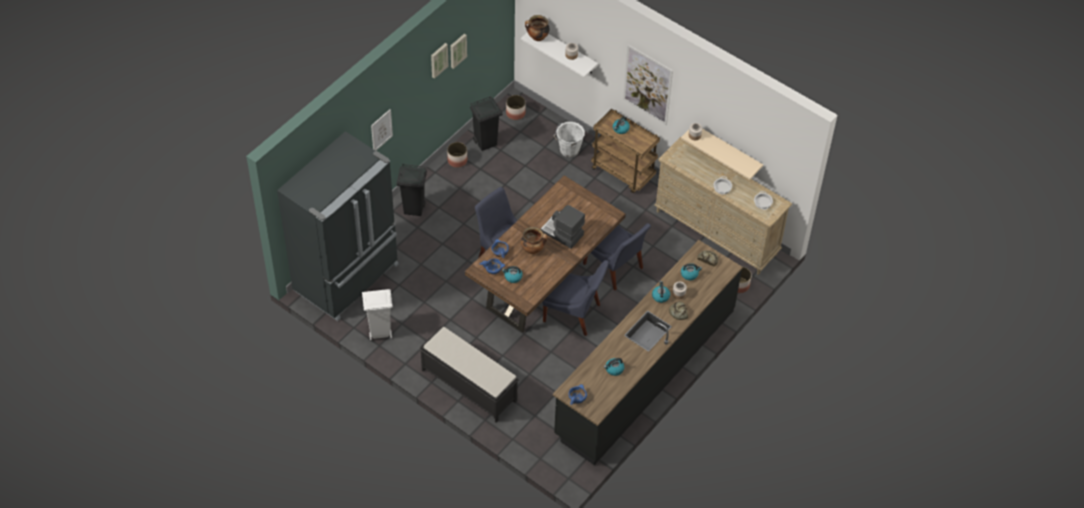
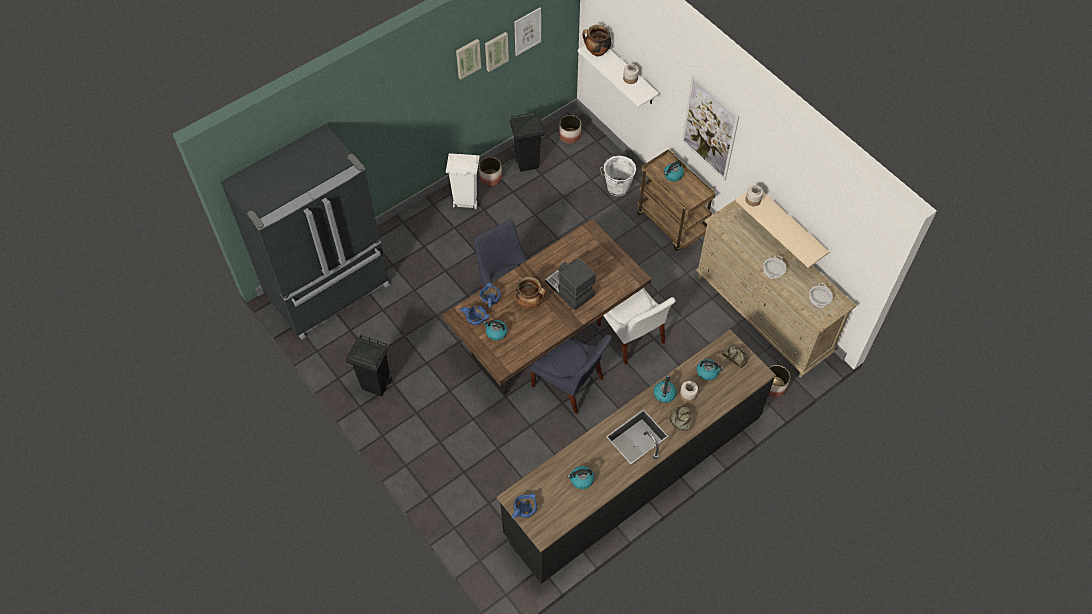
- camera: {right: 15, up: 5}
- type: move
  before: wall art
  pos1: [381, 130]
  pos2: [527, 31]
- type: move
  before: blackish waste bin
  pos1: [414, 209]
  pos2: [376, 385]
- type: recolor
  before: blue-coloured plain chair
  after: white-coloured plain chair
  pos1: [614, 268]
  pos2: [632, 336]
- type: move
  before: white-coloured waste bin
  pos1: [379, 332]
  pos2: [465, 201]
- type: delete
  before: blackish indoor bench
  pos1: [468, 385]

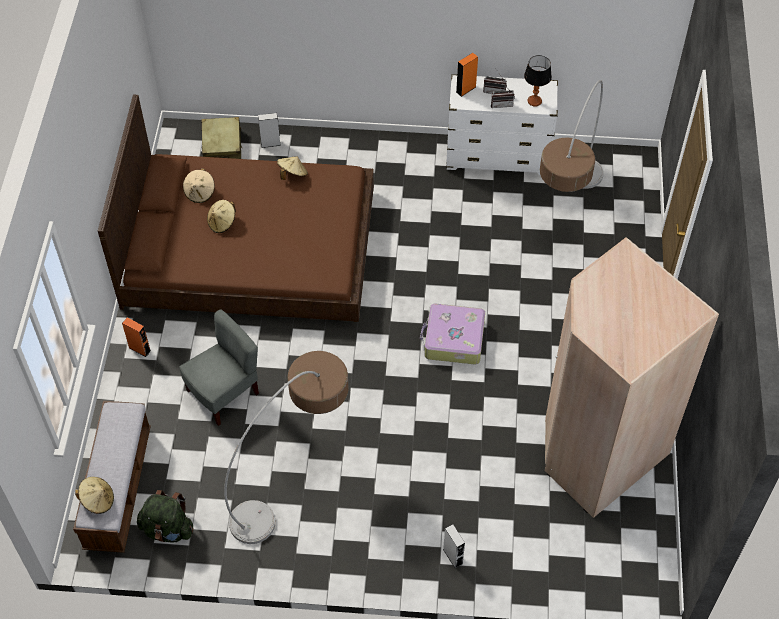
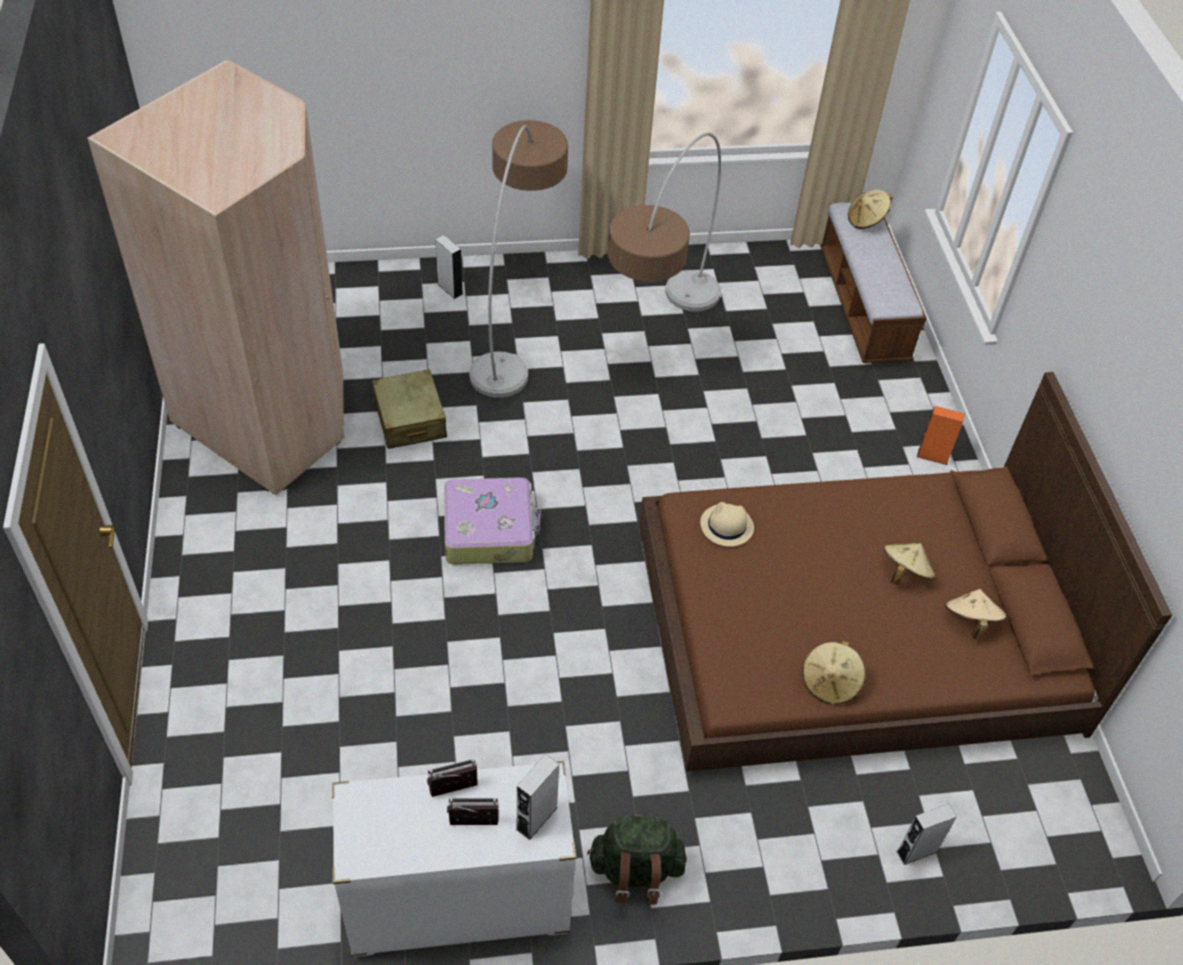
- camera: {right: 165, up: -5}
- type: recolor
  before: orange-coloured speaker
  after: greyish speaker
  pos1: [466, 89]
  pos2: [536, 818]
- type: delete
  before: lamp for a table
  pos1: [534, 101]
- type: move
  before: standing lamp
  pos1: [567, 212]
  pos2: [516, 322]
- type: move
  before: beige-coloured travel case
  pos1: [222, 147]
  pos2: [410, 419]
- type: delete
  before: greyish plain chair
  pos1: [224, 393]
- type: move
  before: greenish backpack
  pos1: [168, 529]
  pos2: [635, 871]
- type: insert
  after: beige-coloured wearable hat
  pos2: [726, 526]

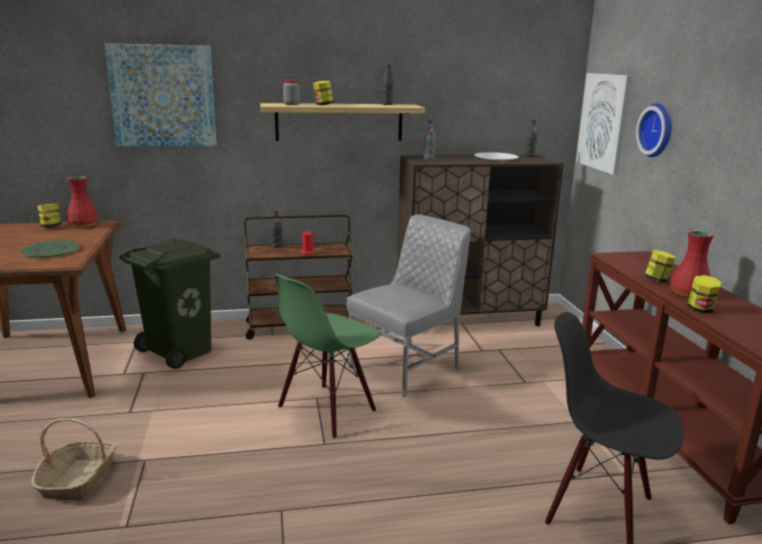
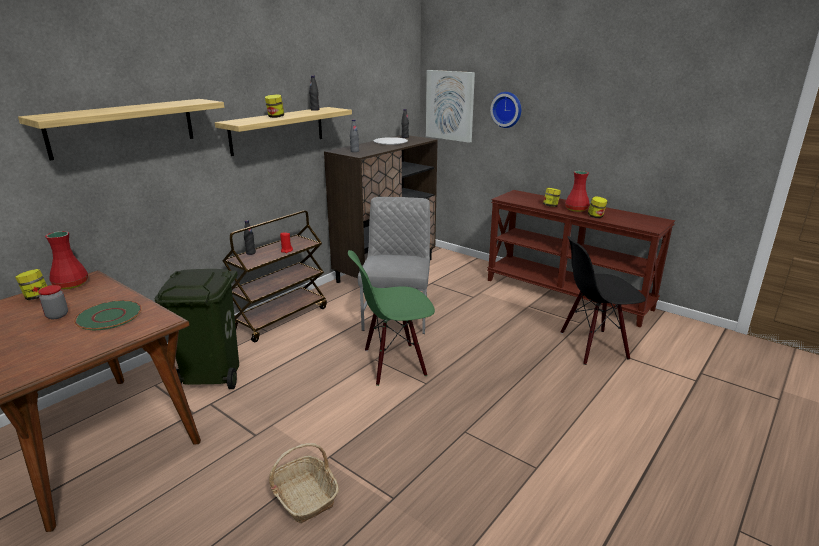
- camera: {right: -40, up: 5}
- type: replace
  before: wall art
  after: shelf
  pos1: [163, 96]
  pos2: [123, 127]
- type: move
  before: storage jar
  pos1: [291, 104]
  pos2: [57, 315]
- type: rotate
  before: greenish plain chair
  pos1: [327, 410]
  pos2: [394, 363]
  turn: 75

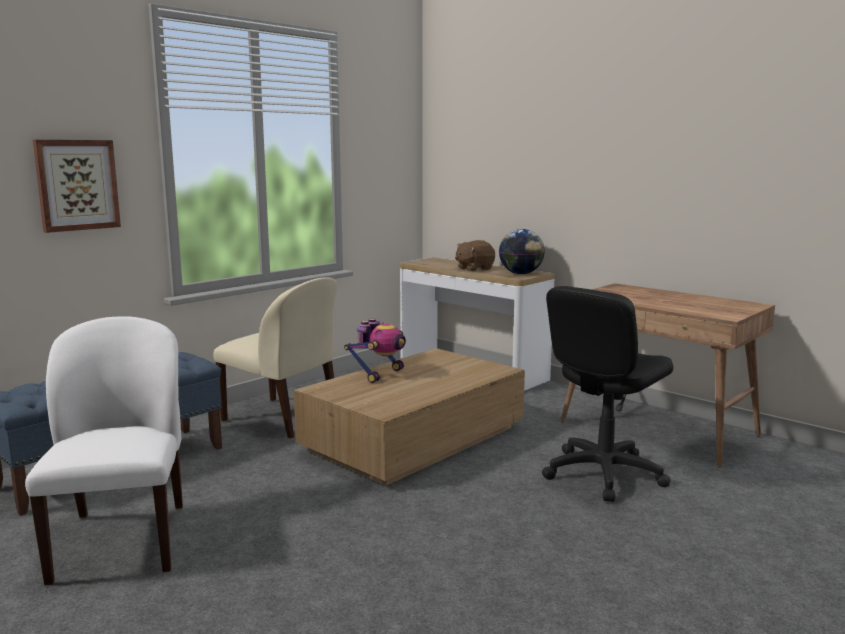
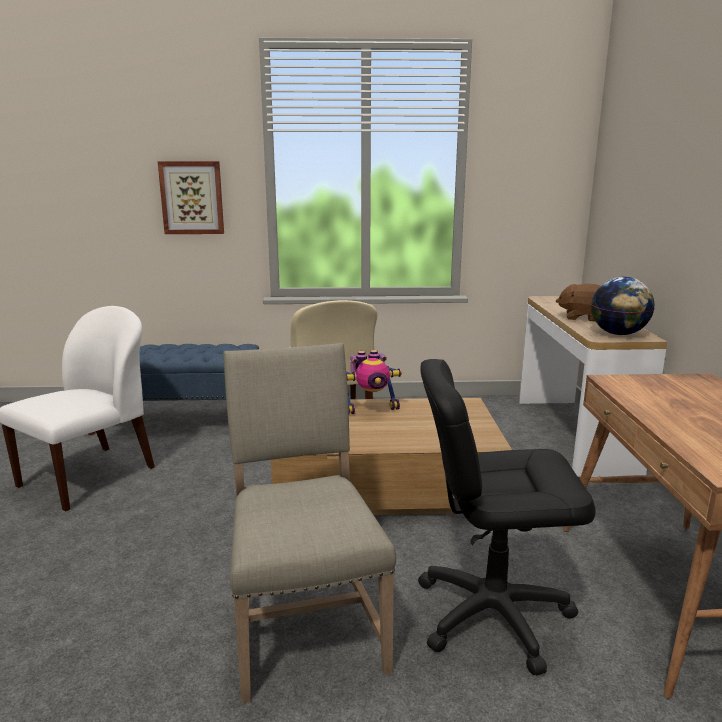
- camera: {right: 45, up: 5}
- type: insert
  after: beige-coloured plain chair
  pos2: [304, 624]

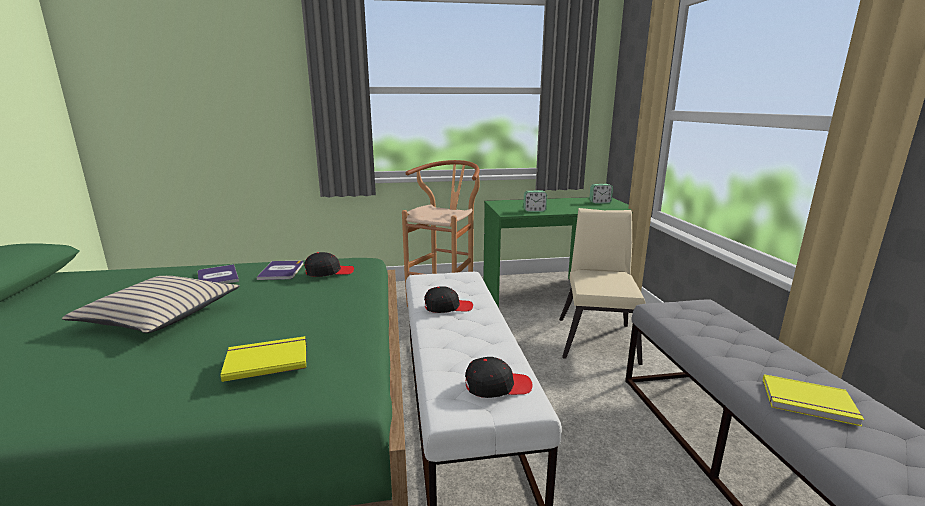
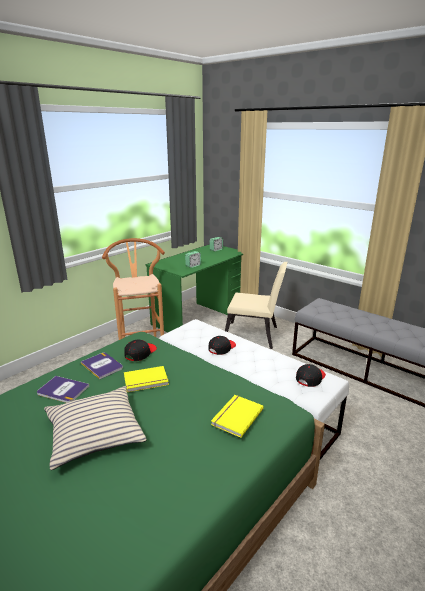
- camera: {right: -40, up: 5}
- type: rotate
  before: beige-coloured plain chair
  pos1: [598, 337]
  pos2: [254, 336]
  turn: 135
- type: move
  before: yellowish book
  pos1: [809, 403]
  pos2: [146, 381]

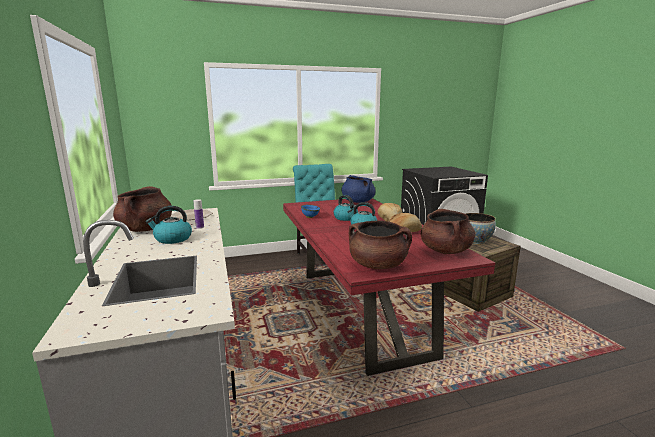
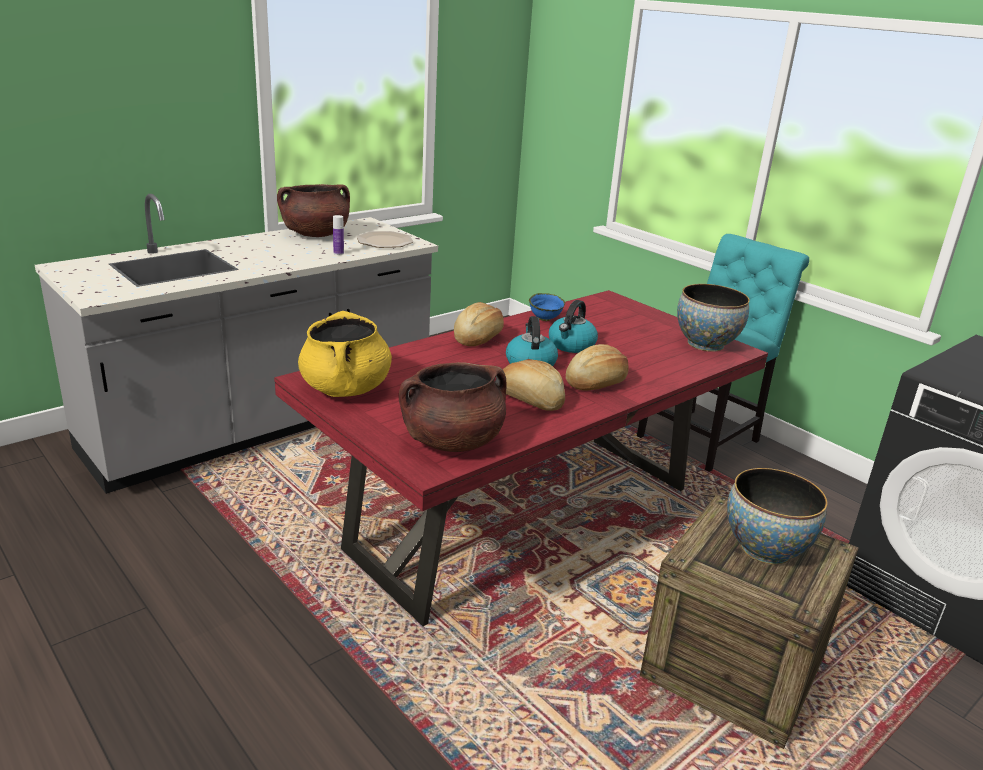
- camera: {right: 65, up: 10}
- type: replace
  before: blue-coloured stockpot
  after: serving bowl
  pos1: [357, 201]
  pos2: [705, 344]
- type: delete
  before: tea kettle
  pos1: [172, 239]
- type: recolor
  before: brownish stockpot
  after: yellowish stockpot
  pos1: [378, 265]
  pos2: [345, 389]
- type: insert
  after: bread
  pos2: [478, 338]

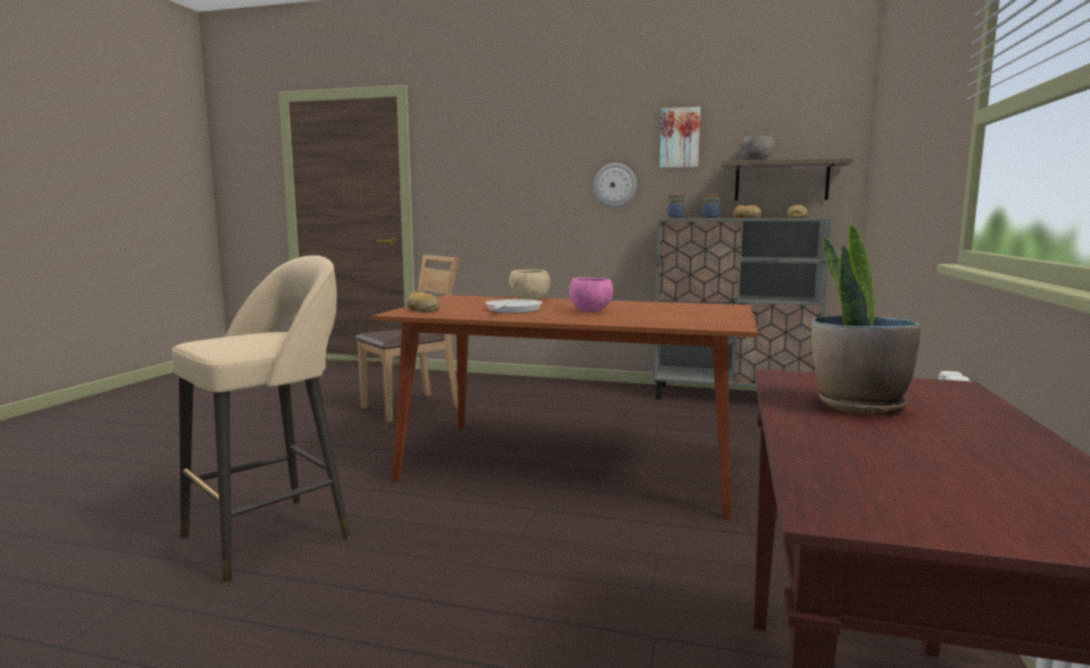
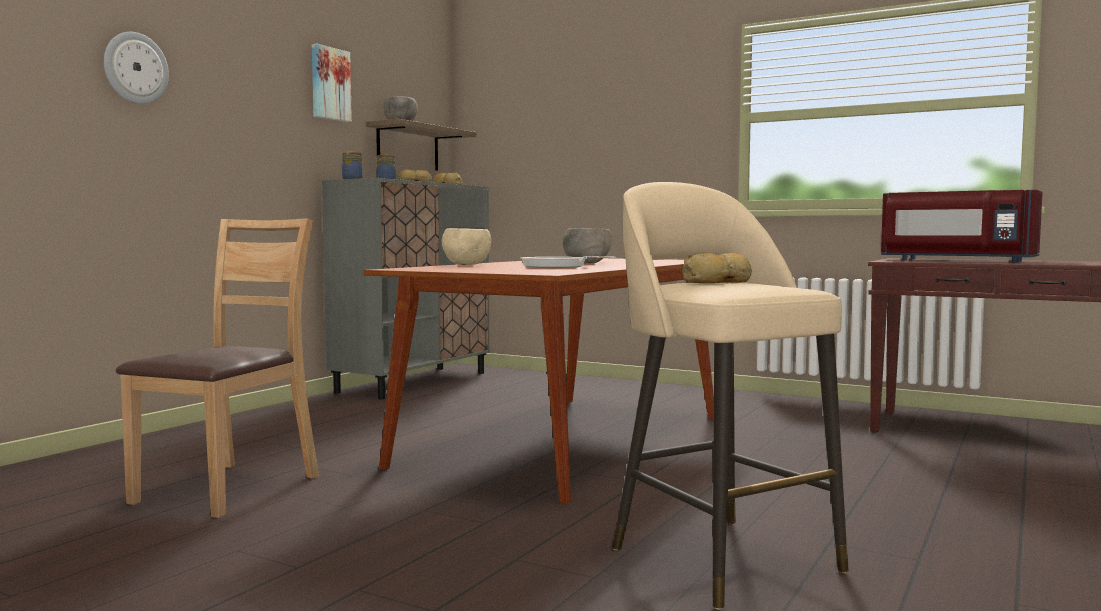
- camera: {right: -75, up: -5}
- type: move
  before: clock on the wall
  pos1: [615, 185]
  pos2: [135, 68]
- type: replace
  before: potted plant
  after: red microwave oven
  pos1: [858, 406]
  pos2: [956, 261]
- type: rotate
  before: brownish plain chair
  pos1: [412, 407]
  pos2: [228, 488]
  turn: 45
- type: recolor
  before: pink-coloured serving bowl
  after: greyish serving bowl
  pos1: [590, 311]
  pos2: [586, 263]
- type: move
  before: bread
  pos1: [423, 310]
  pos2: [718, 282]

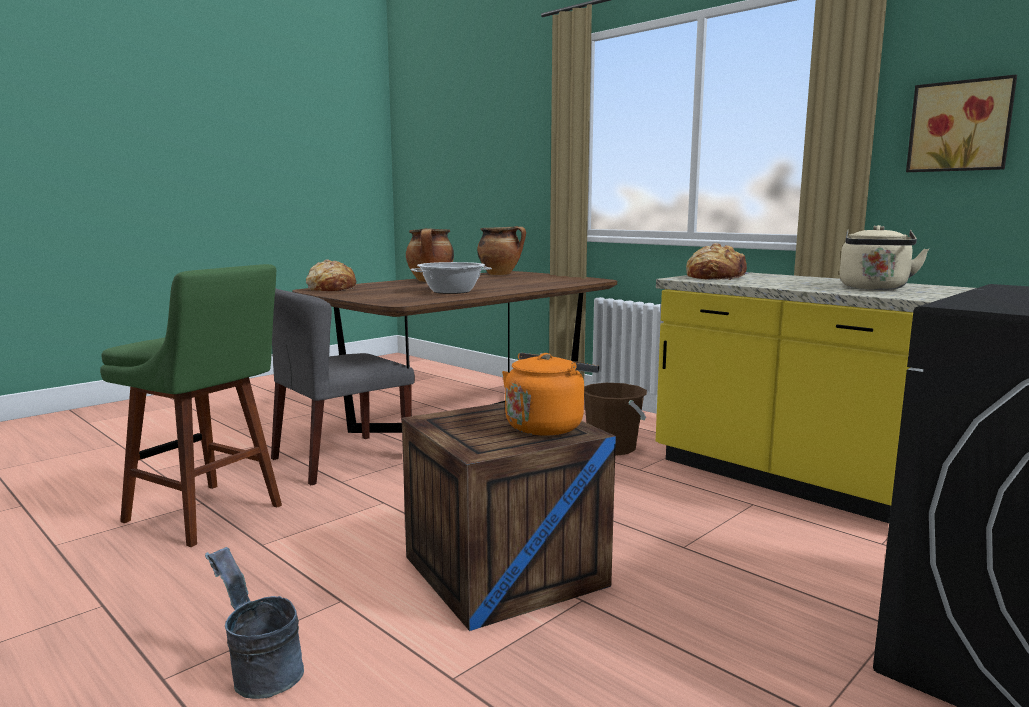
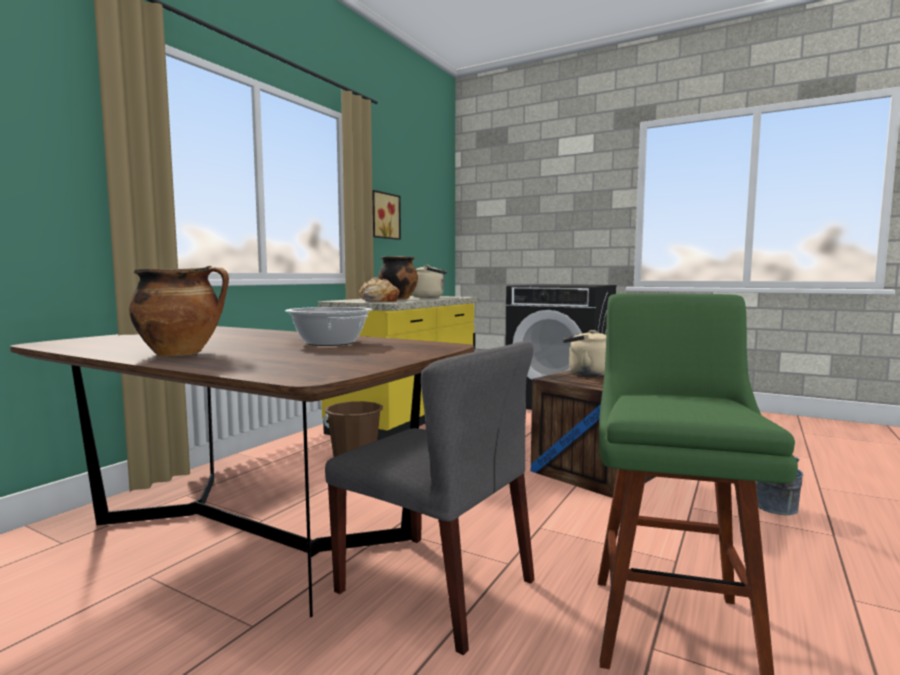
- camera: {right: -105, up: -5}
- type: move
  before: stockpot
  pos1: [501, 274]
  pos2: [398, 299]
- type: delete
  before: bread
  pos1: [331, 288]
- type: recolor
  before: orange-coloured tea kettle
  after: beige-coloured tea kettle
  pos1: [547, 426]
  pos2: [587, 373]

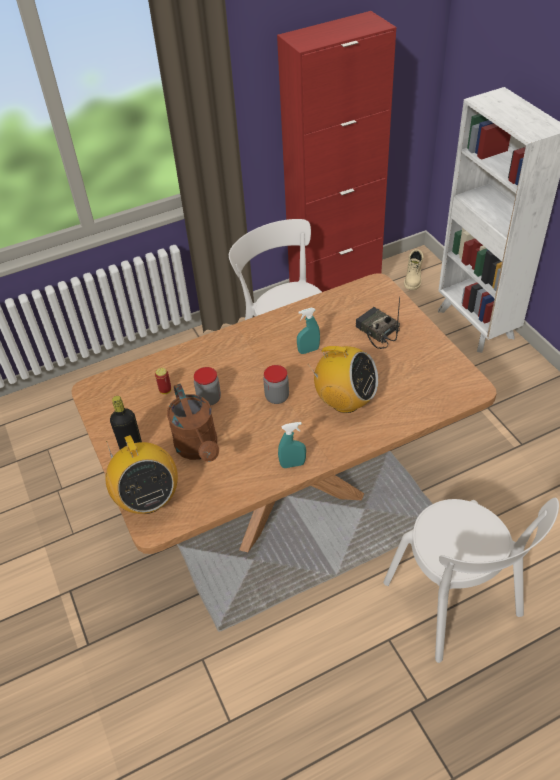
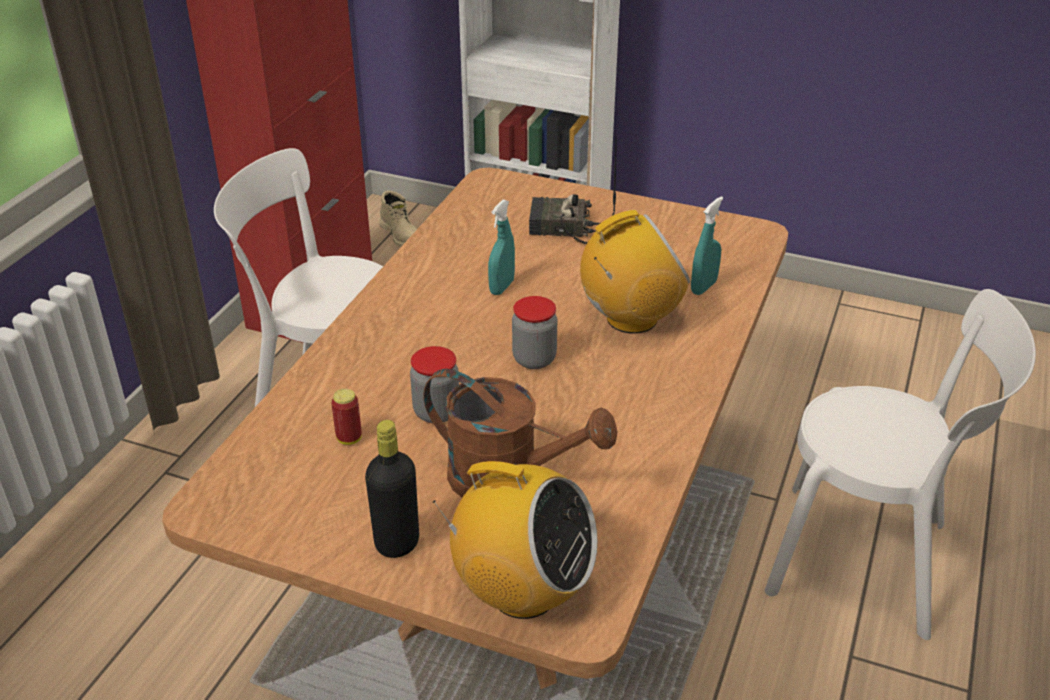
- camera: {right: -45, up: -10}
- type: move
  before: turquoise hand sprayer
  pos1: [292, 464]
  pos2: [703, 287]

